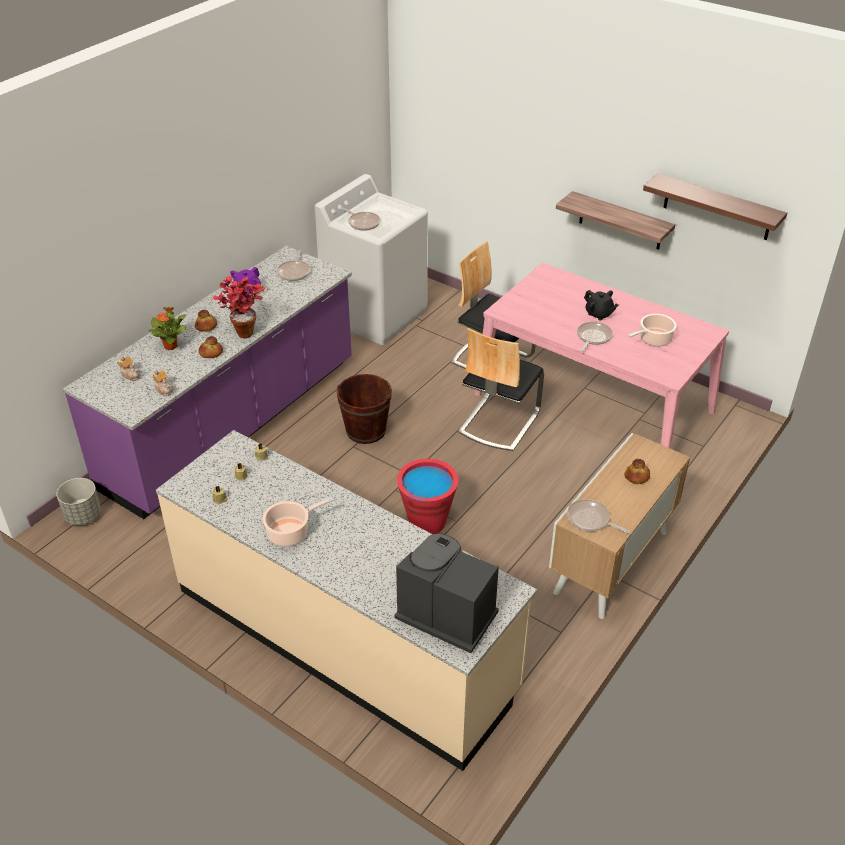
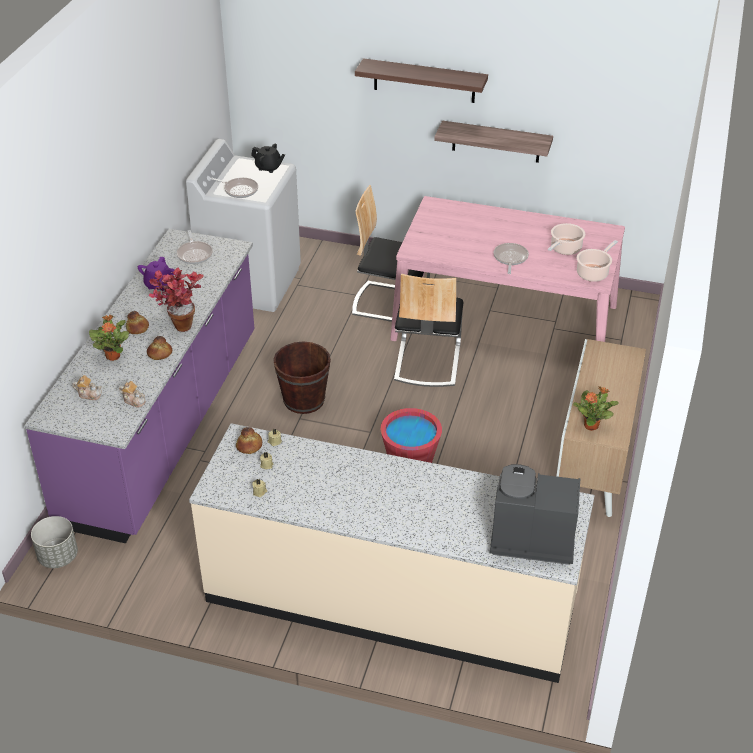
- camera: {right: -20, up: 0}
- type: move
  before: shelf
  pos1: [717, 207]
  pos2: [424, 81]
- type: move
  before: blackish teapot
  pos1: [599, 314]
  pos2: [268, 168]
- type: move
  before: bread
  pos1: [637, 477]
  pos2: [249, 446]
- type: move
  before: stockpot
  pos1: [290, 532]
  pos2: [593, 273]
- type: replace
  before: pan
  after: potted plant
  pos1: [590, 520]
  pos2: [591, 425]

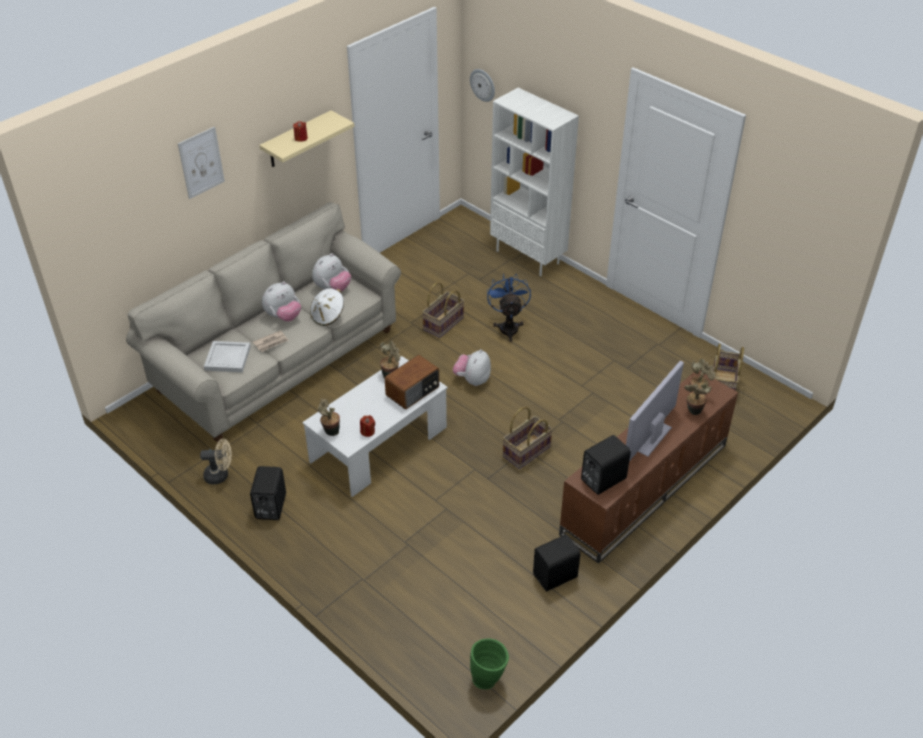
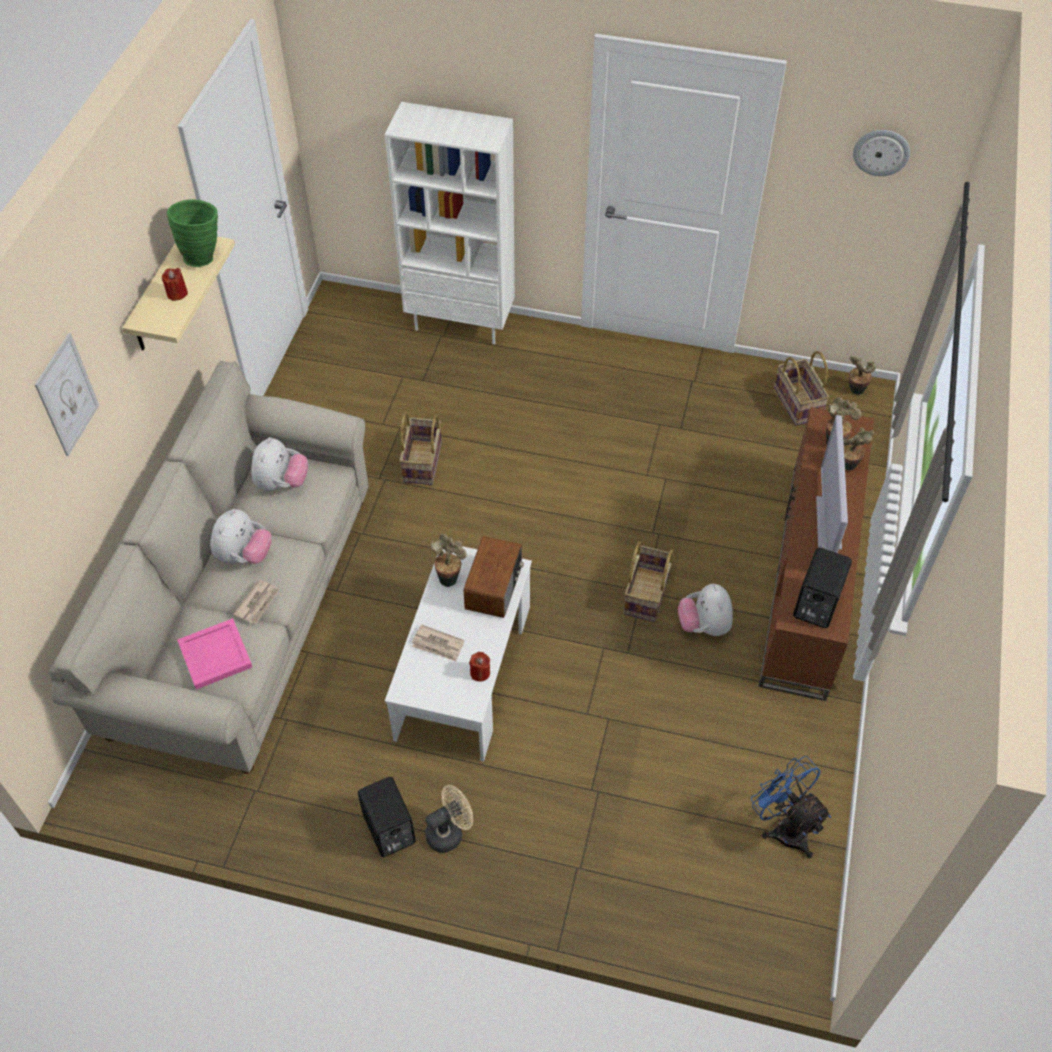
- camera: {right: -30, up: 10}
- type: move
  before: clock on the wall
  pos1: [483, 85]
  pos2: [881, 152]
- type: move
  before: blue-coloured fan
  pos1: [508, 326]
  pos2: [784, 826]
- type: delete
  before: white-coloured wearable hat
  pos1: [328, 316]
- type: recolor
  before: white-coloured tray
  after: pink-coloured tray
  pos1: [228, 358]
  pos2: [216, 656]
- type: move
  before: soft toy
  pos1: [472, 380]
  pos2: [704, 625]
- type: move
  before: potted plant
  pos1: [330, 431]
  pos2: [855, 390]
- type: move
  before: beige-coloured fan
  pos1: [220, 475]
  pos2: [449, 832]
- type: delete
  before: blackish speaker
  pos1: [556, 576]
- type: move
  before: greenish flower vase
  pos1: [488, 678]
  pos2: [203, 256]
- type: insert
  after: daily paper
  pos2: [438, 645]

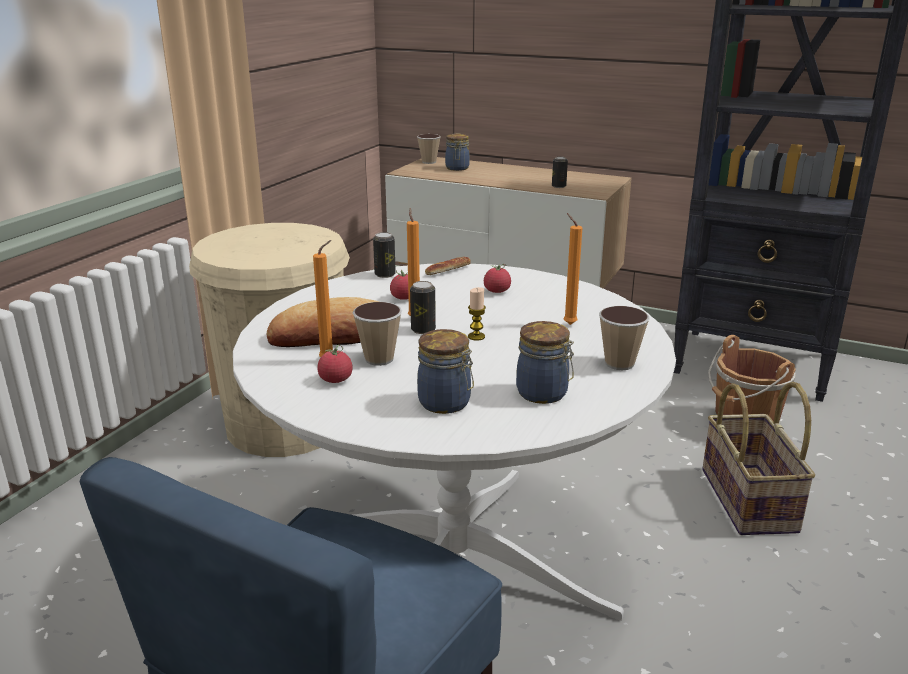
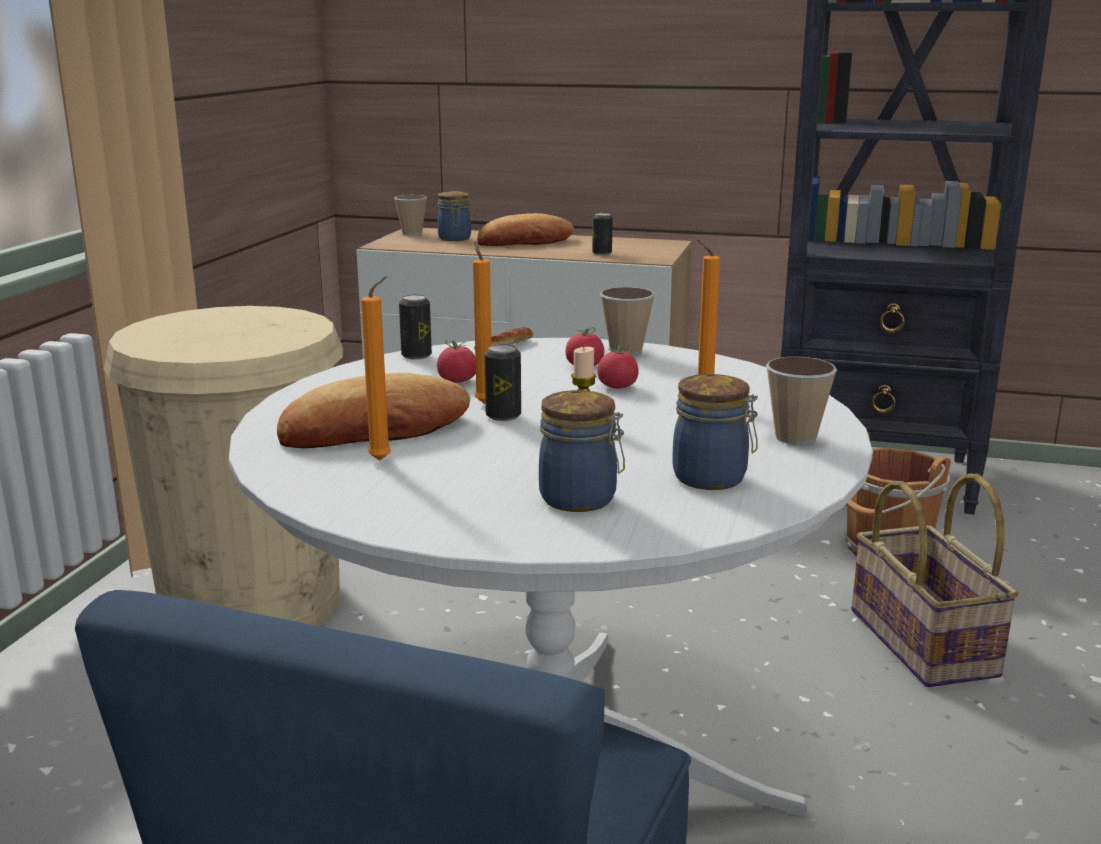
- camera: {right: -10, up: -5}
- type: move
  before: cup
  pos1: [379, 359]
  pos2: [625, 351]
- type: move
  before: tomato
  pos1: [335, 380]
  pos2: [617, 387]
- type: insert
  after: bread
  pos2: [525, 241]

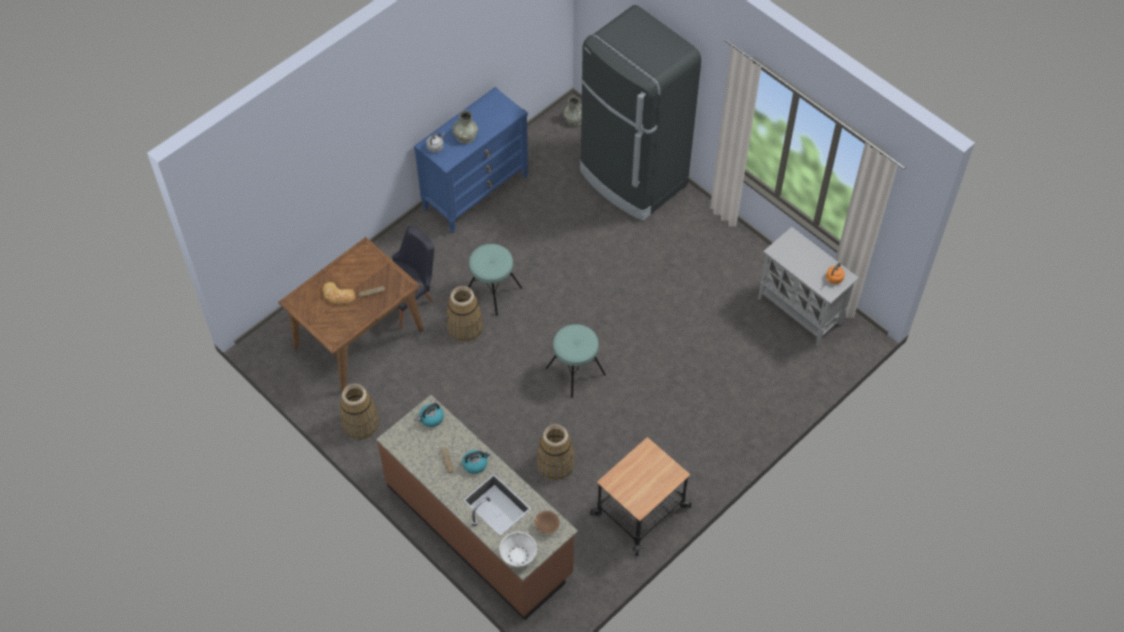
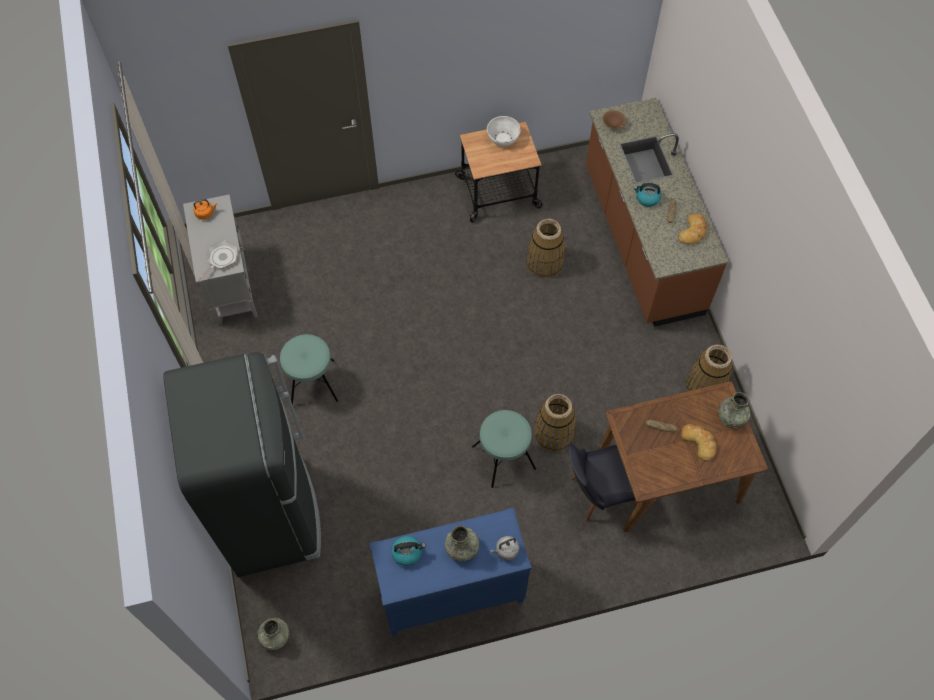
- camera: {right: -150, up: 5}
- type: move
  before: turquoise sitting stool
  pos1: [575, 371]
  pos2: [312, 383]
- type: move
  before: tea kettle
  pos1: [431, 418]
  pos2: [407, 552]
- type: move
  before: white-coloured serving bowl
  pos1: [518, 555]
  pos2: [503, 139]
- type: insert
  after: bread
  pos2: [693, 231]
- type: insert
  after: pan
  pos2: [221, 259]
- type: insert
  after: greyish flower vase
  pos2: [731, 417]

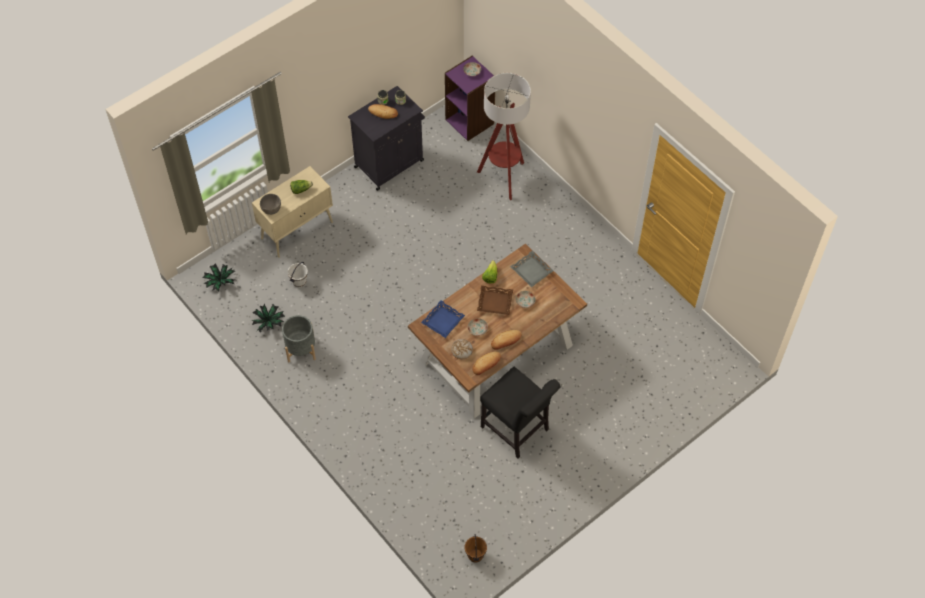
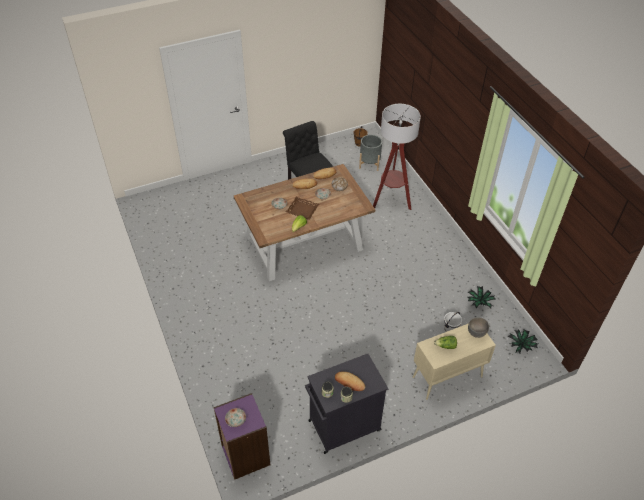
- camera: {right: -165, up: -10}
- type: move
  before: standing lamp
  pos1: [503, 178]
  pos2: [391, 201]
- type: delete
  before: greyish tray
  pos1: [531, 271]
- type: delete
  before: blue-coloured tray
  pos1: [443, 321]
- type: move
  before: greyish plant pot
  pos1: [301, 349]
  pos2: [369, 163]

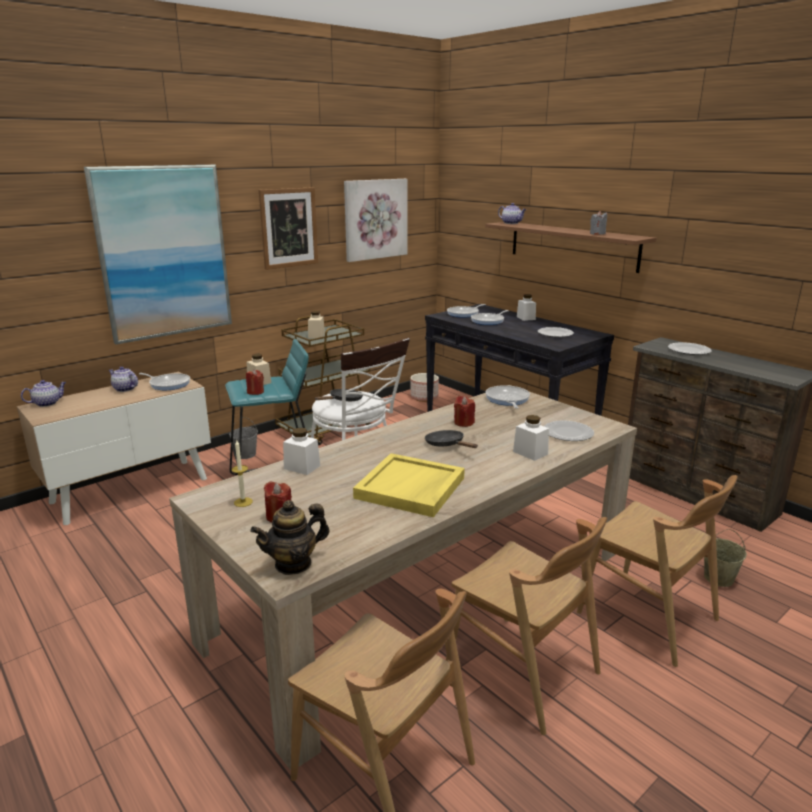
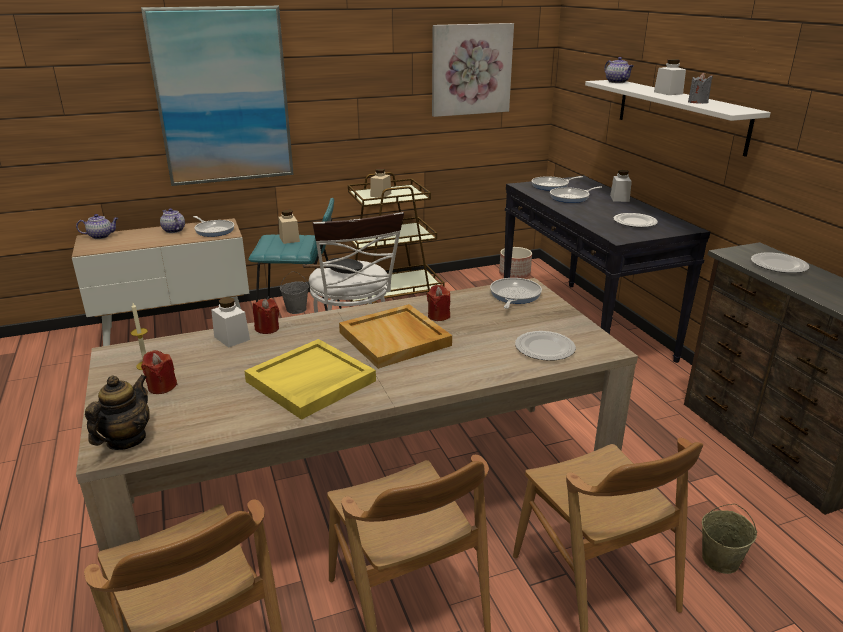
- camera: {right: 20, up: 5}
- type: delete
  before: wall art
  pos1: [289, 228]
- type: recolor
  before: brownish shelf
  after: white-coloured shelf
  pos1: [572, 245]
  pos2: [679, 114]
- type: move
  before: red wax light
  pos1: [255, 392]
  pos2: [267, 329]
- type: move
  before: white-coloured storage jar
  pos1: [530, 453]
  pos2: [668, 93]
- type: replace
  before: blackish pan
  after: beige-coloured tray
  pos1: [447, 445]
  pos2: [396, 339]
- type: rotate
  before: teapot
  pos1: [293, 564]
  pos2: [126, 440]
  turn: 120

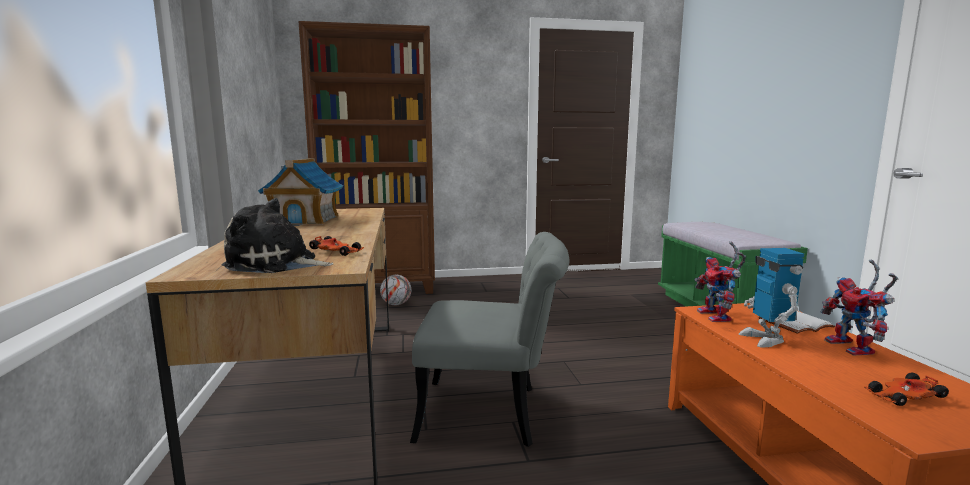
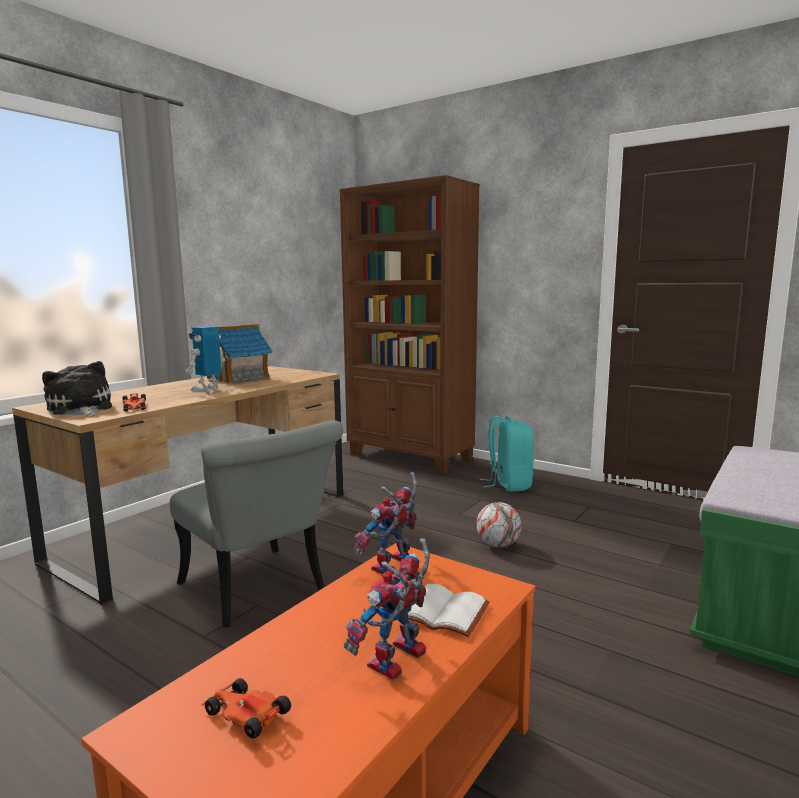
- camera: {right: 45, up: 0}
- type: move
  before: robot figure
  pos1: [766, 339]
  pos2: [207, 390]
- type: move
  before: ball for football
  pos1: [396, 304]
  pos2: [498, 545]
- type: insert
  after: turquoise backpack
  pos2: [509, 484]

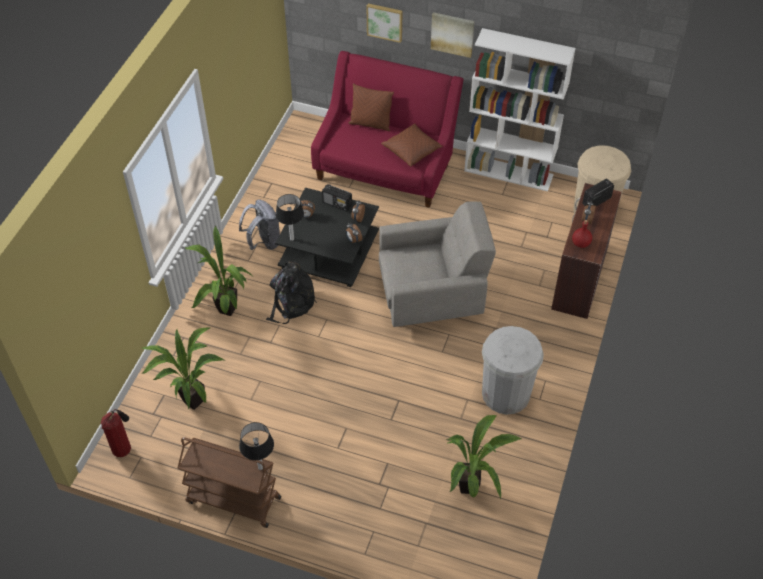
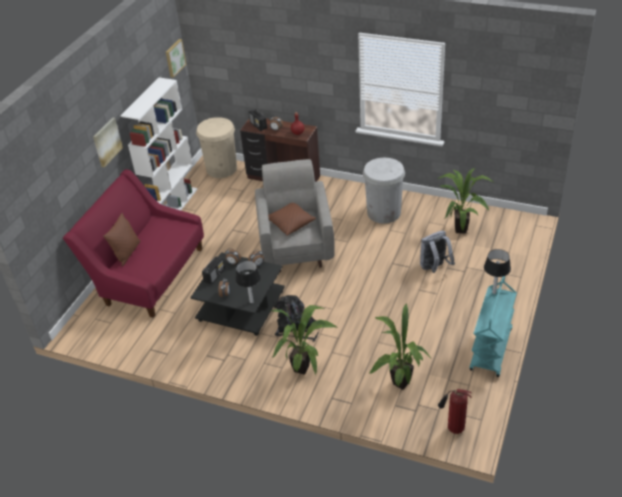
- camera: {right: -85, up: -10}
- type: move
  before: wall art
  pos1: [385, 21]
  pos2: [174, 58]
- type: move
  before: brownish throw pillow
  pos1: [412, 150]
  pos2: [290, 223]
- type: move
  before: greyish backpack
  pos1: [263, 242]
  pos2: [434, 268]
- type: recolor
  before: brownish trolley
  after: turquoise trolley
  pos1: [232, 500]
  pos2: [491, 350]

